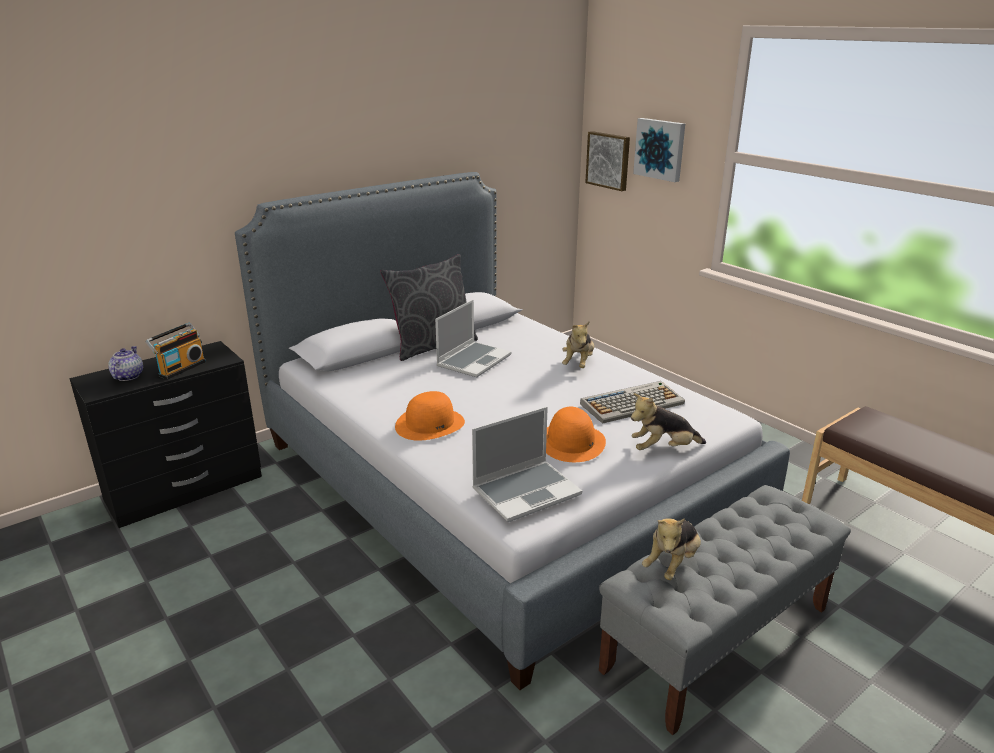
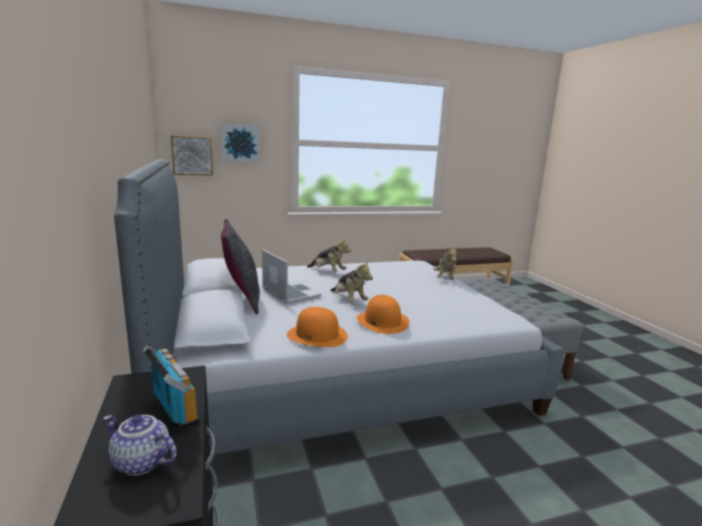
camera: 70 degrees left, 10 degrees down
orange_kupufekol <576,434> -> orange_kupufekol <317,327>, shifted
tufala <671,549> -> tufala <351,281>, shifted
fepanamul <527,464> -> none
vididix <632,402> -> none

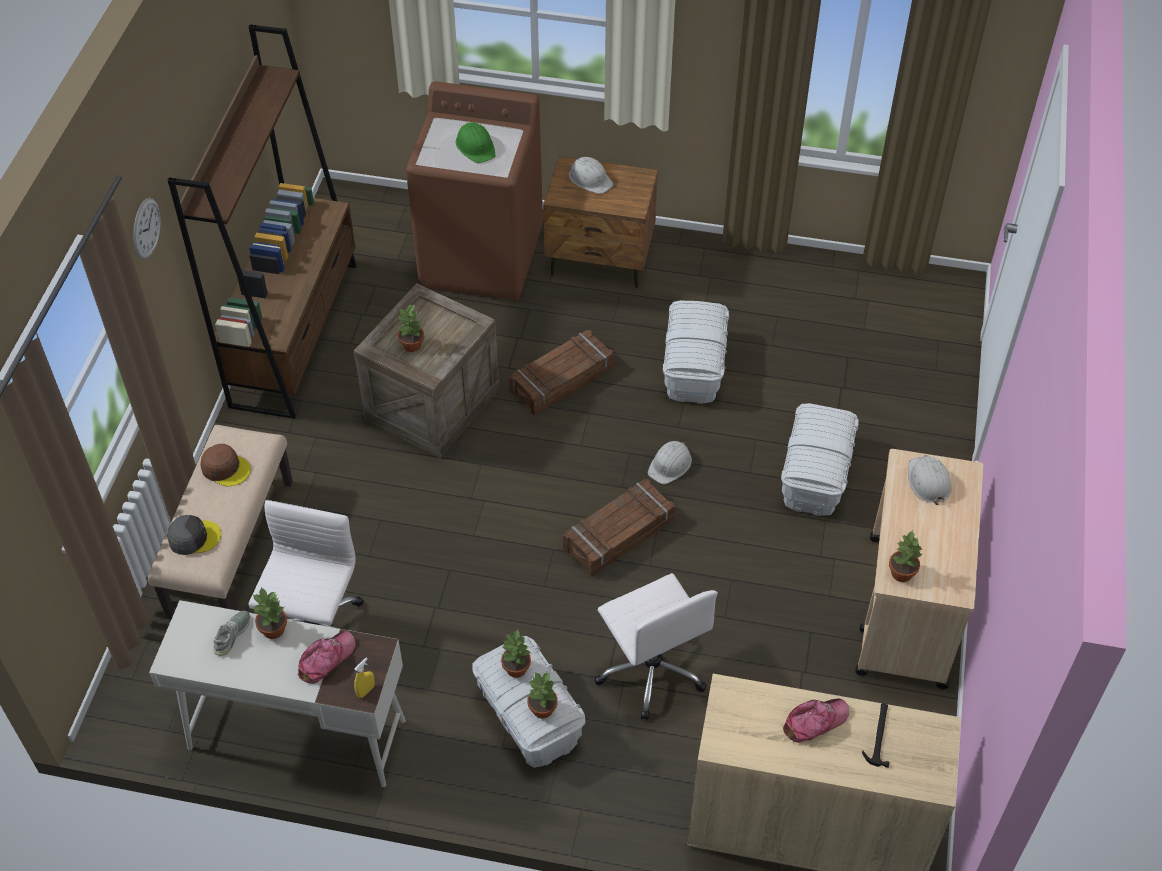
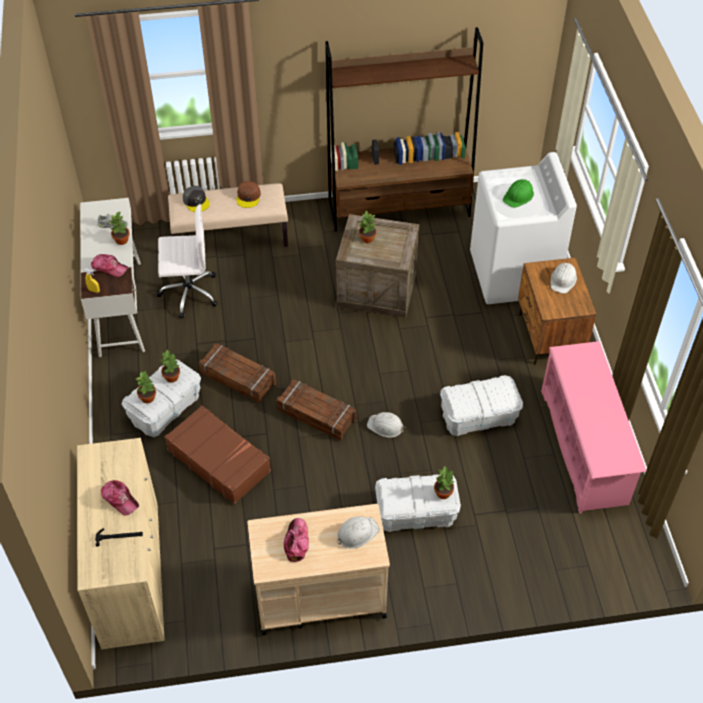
camera: 70 degrees right, 0 degrees up
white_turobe <656,646> -> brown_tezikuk <218,455>
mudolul <562,373> -> mudolul <237,373>, shifted
none -> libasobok <296,540>
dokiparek <906,555> -> dokiparek <444,483>, shifted
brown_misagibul <474,190> -> white_misagibul <523,228>
none -> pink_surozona <593,427>
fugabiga <147,228> -> none

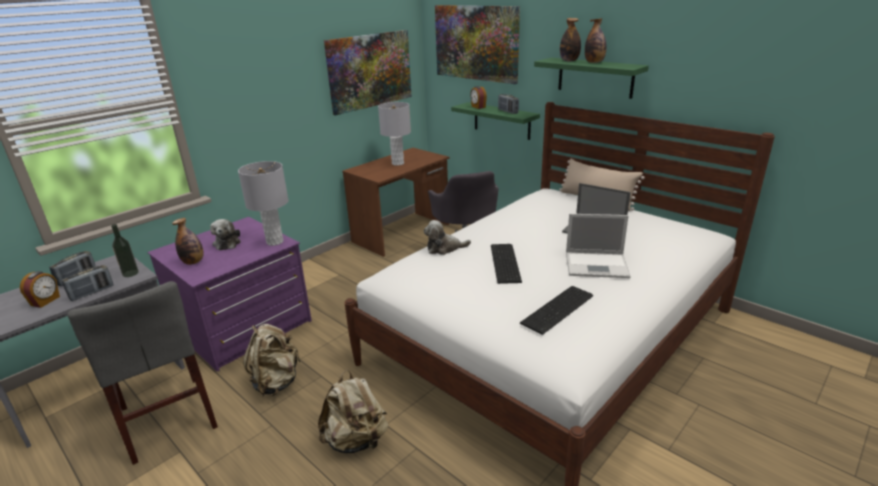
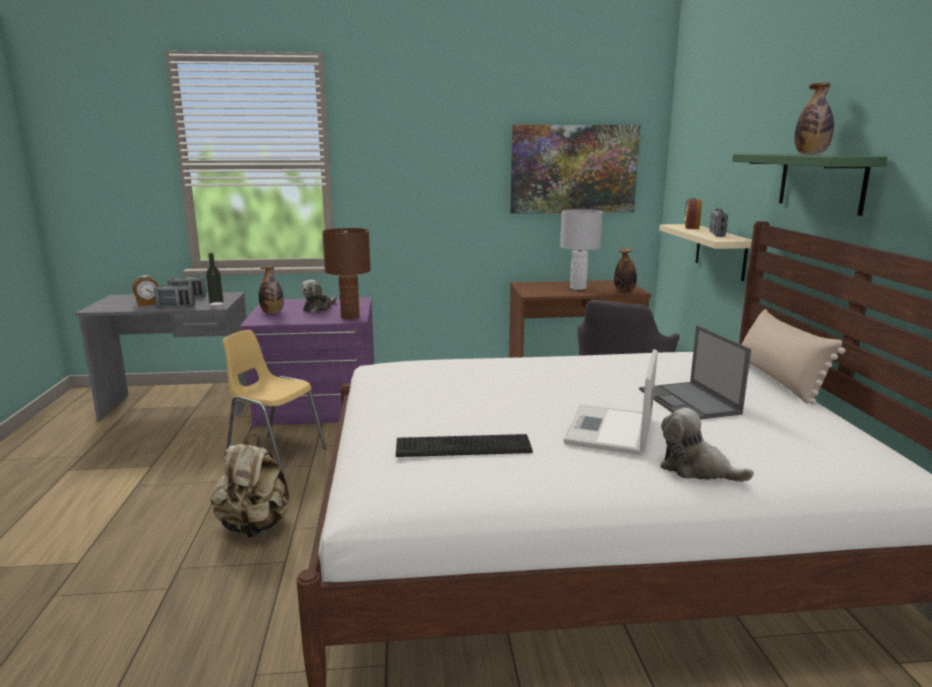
camera: 40 degrees right, 10 degrees down
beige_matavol <271,360> -> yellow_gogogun <275,402>
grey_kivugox <263,203> -> brown_kivugox <346,273>
fepanamul <598,246> -> fepanamul <611,402>, 60 degrees clockwise
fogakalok <570,40> -> fogakalok <625,270>, shifted
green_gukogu <495,121> -> beige_gukogu <705,252>
tufala <447,237> -> tufala <707,445>, shifted
grey_gogogun <142,373> -> none
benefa <477,44> -> none
vididix <506,264> -> none

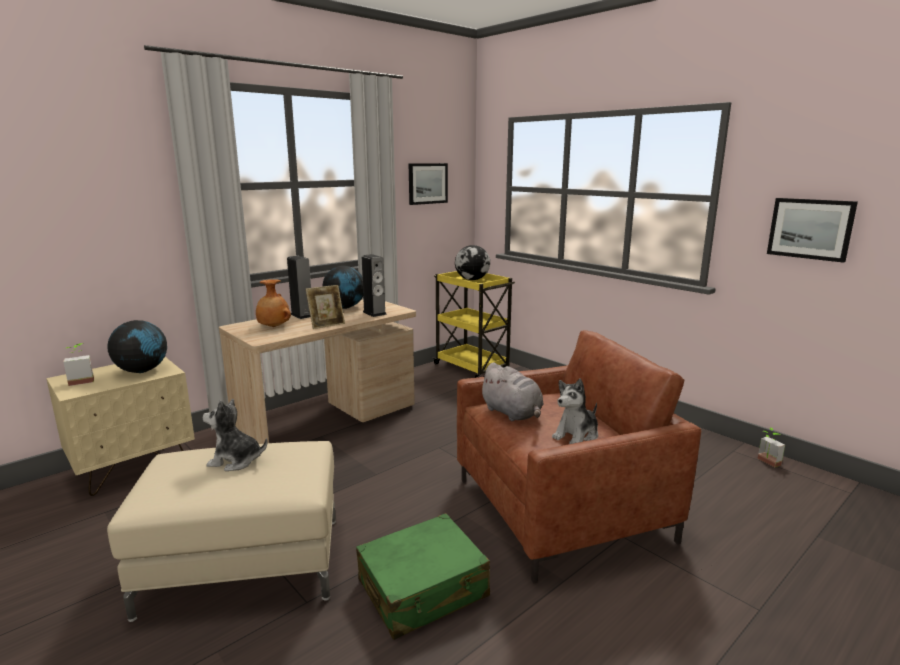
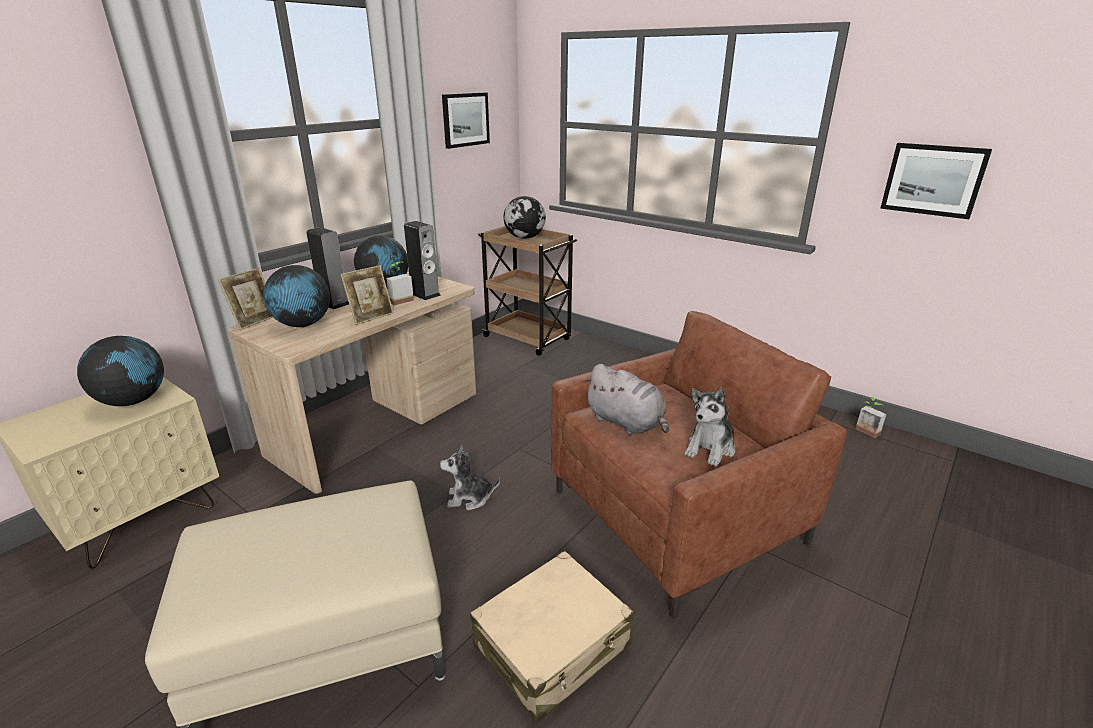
camera: 10 degrees left, 10 degrees up
none -> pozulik <246,299>
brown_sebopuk <273,303> -> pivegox <296,296>
dokiparek <79,364> -> dokiparek <400,283>, shifted
tufala <235,435> -> tufala <470,477>, shifted
green_tezikuk <423,576> -> beige_tezikuk <552,637>
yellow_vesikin <474,324> -> brown_vesikin <527,291>

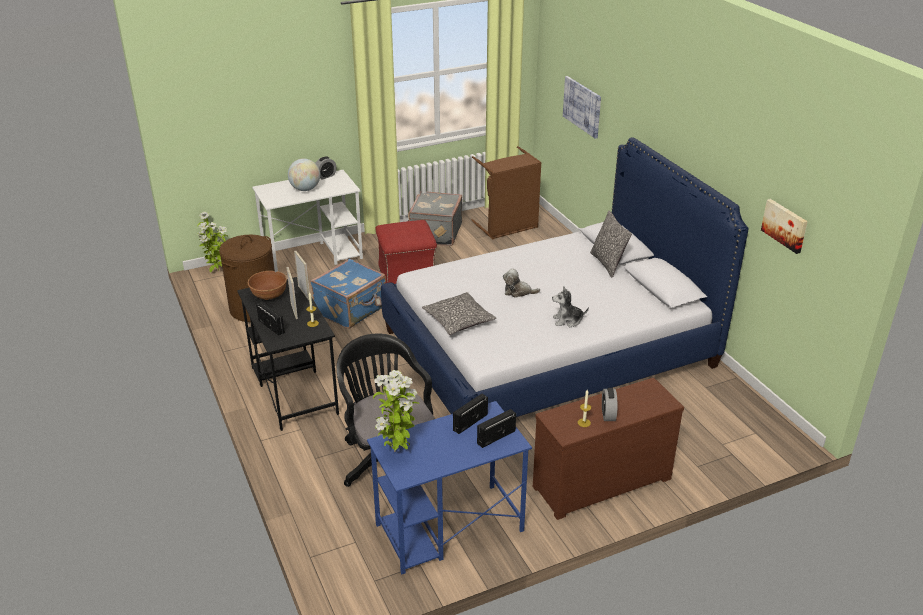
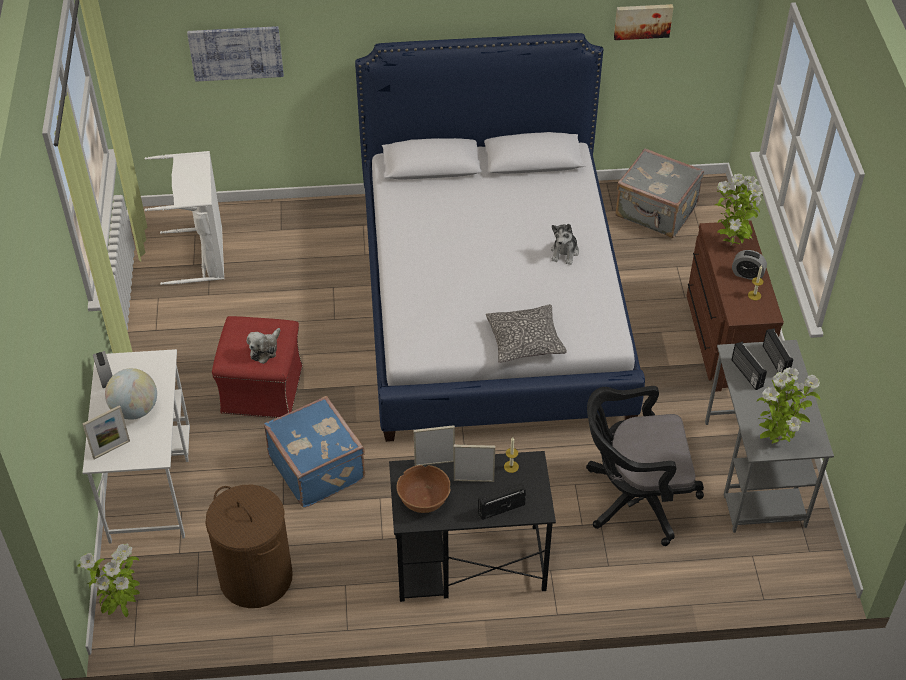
camera: 70 degrees left, 15 degrees up
none -> pozulik <106,432>
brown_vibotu <507,192> -> white_vibotu <184,218>
tufala <521,283> -> tufala <263,346>, shifted
grey_tezikuk <435,218> -> grey_tezikuk <660,193>, shifted
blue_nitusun <449,487> -> grey_nitusun <769,436>
none -> dokiparek <739,209>
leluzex <611,244> -> none

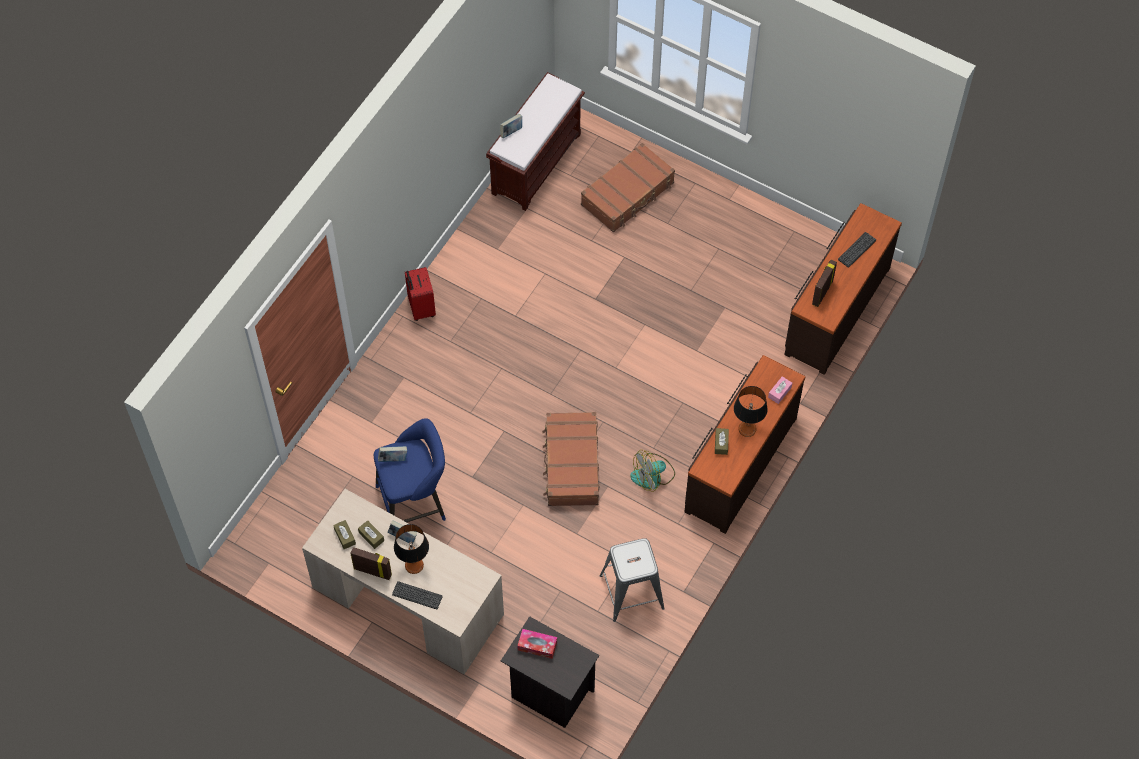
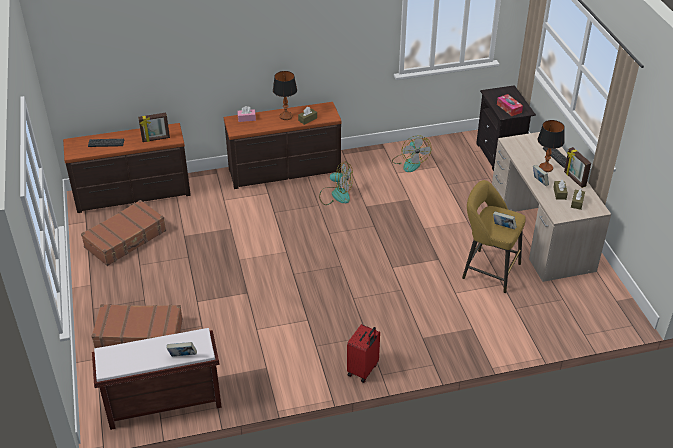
camera: 135 degrees left, 20 degrees down
brown_tezikuk <570,459> -> brown_tezikuk <123,233>, shifted
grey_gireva <632,580> -> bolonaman <412,153>
blue_gireva <410,470> -> yellow_gireva <494,236>

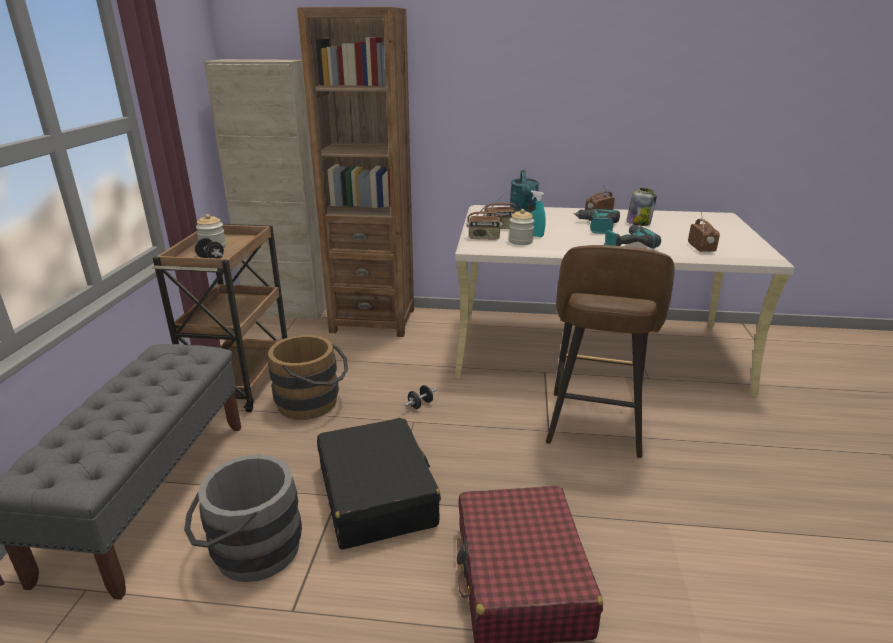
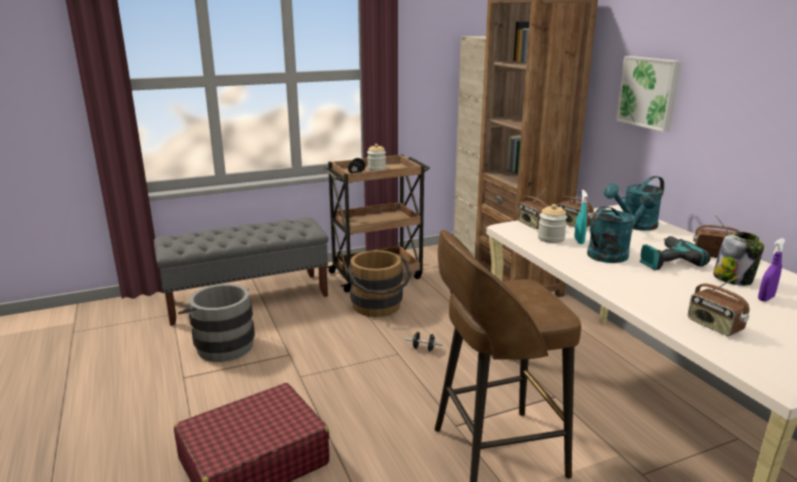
camera: 60 degrees right, 5 degrees down
none -> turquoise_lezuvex <621,228>
none -> benefa <648,94>
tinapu <704,231> -> tinapu <719,306>, 90 degrees clockwise
none -> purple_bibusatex <771,270>
black_tezikuk <379,484> -> none
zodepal <632,237> -> none

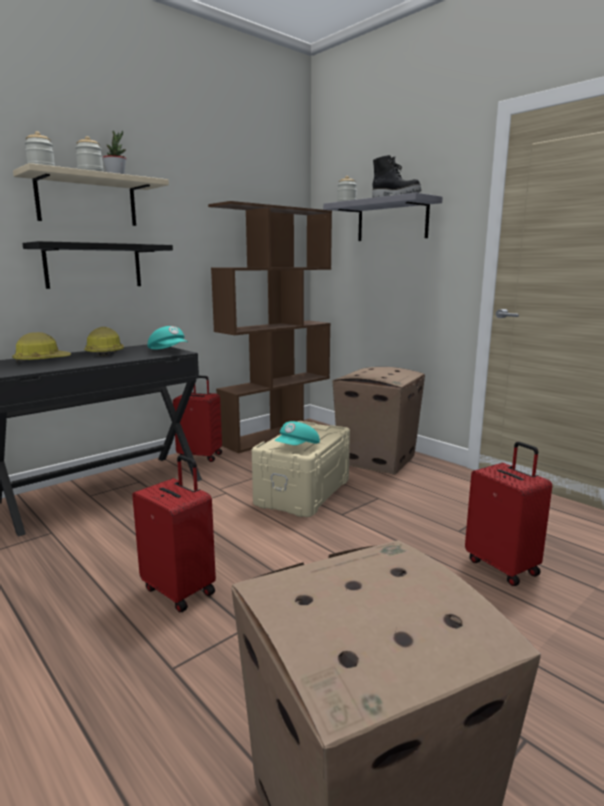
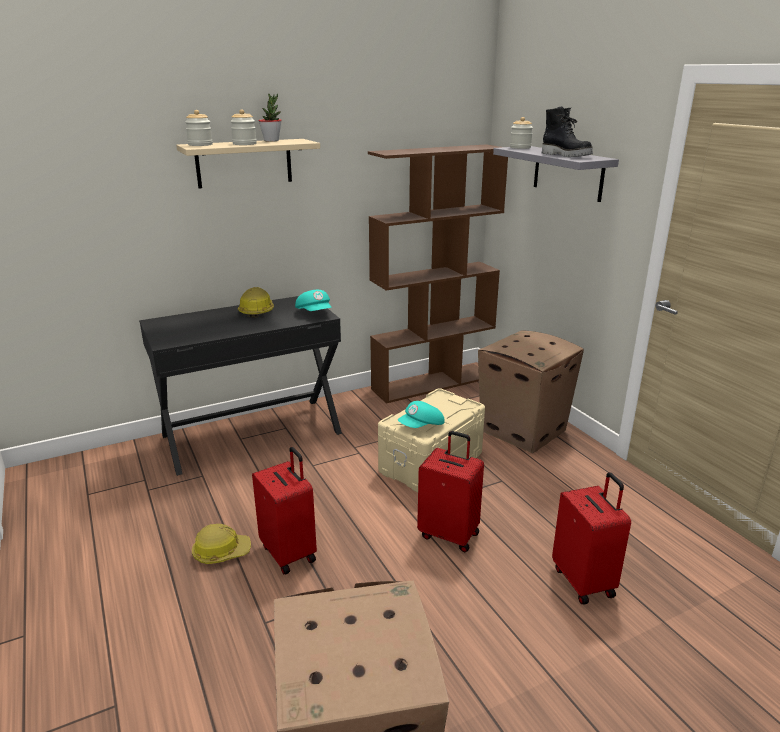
camera: 15 degrees right, 10 degrees up
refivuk <41,347> -> refivuk <221,544>, shifted
red_tezikuk <197,419> -> red_tezikuk <450,491>, shifted
black_gukogu <97,265> -> none

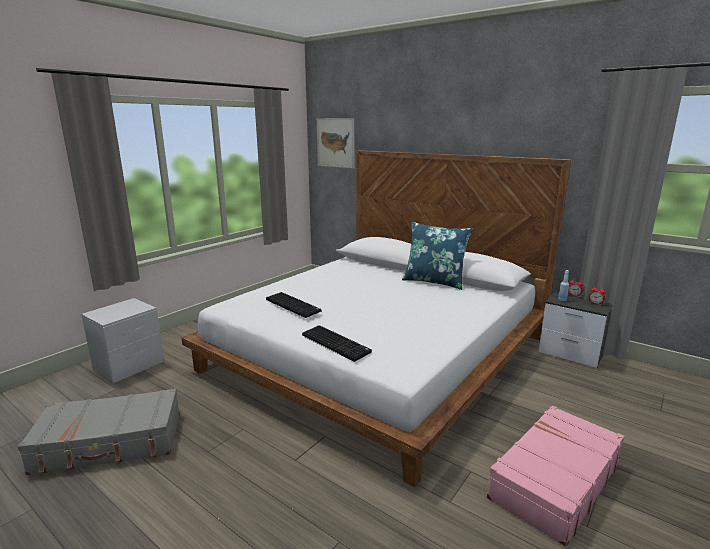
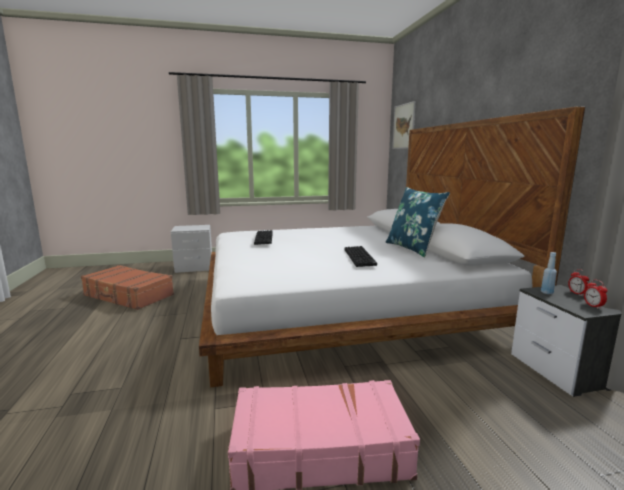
camera: 40 degrees right, 5 degrees down
grey_tezikuk <99,431> -> brown_tezikuk <127,287>
vididix <337,343> -> vididix <360,256>, shifted

